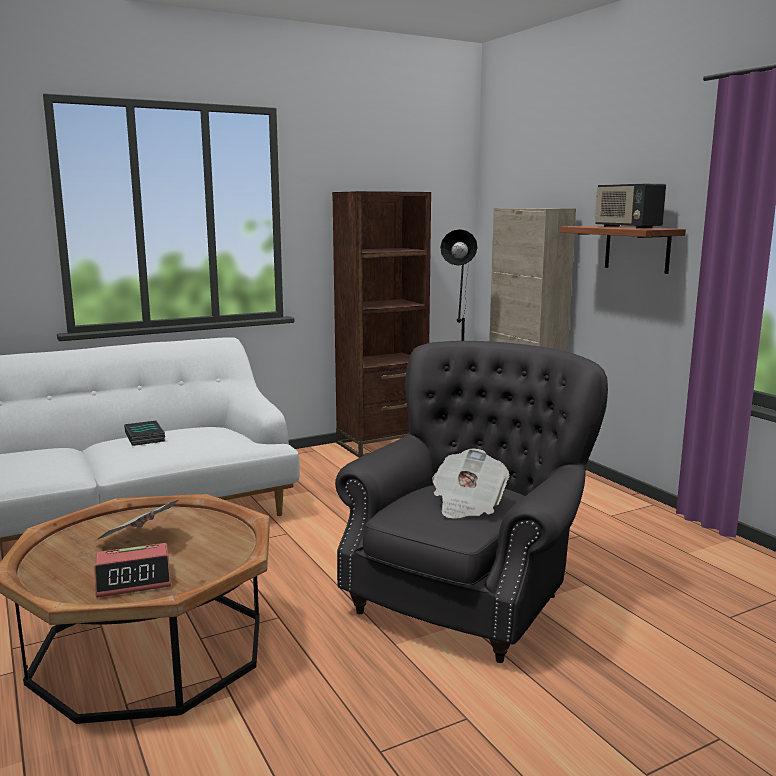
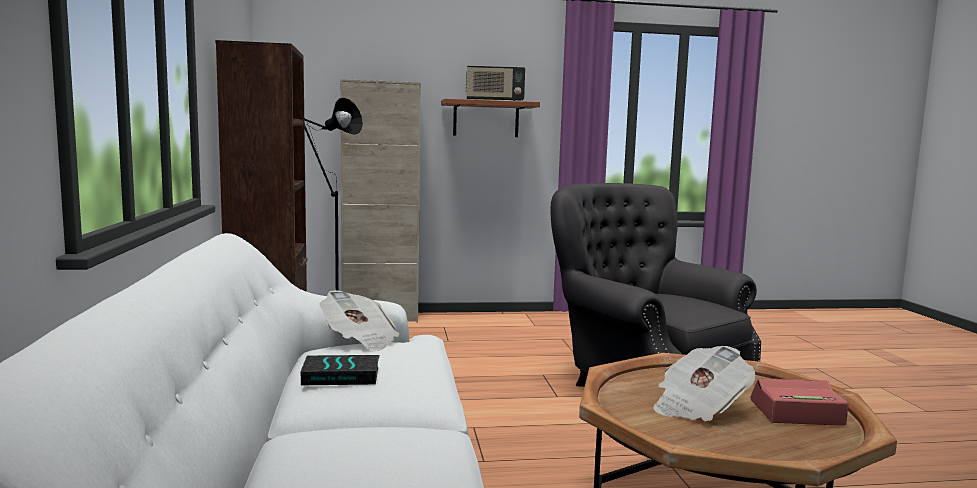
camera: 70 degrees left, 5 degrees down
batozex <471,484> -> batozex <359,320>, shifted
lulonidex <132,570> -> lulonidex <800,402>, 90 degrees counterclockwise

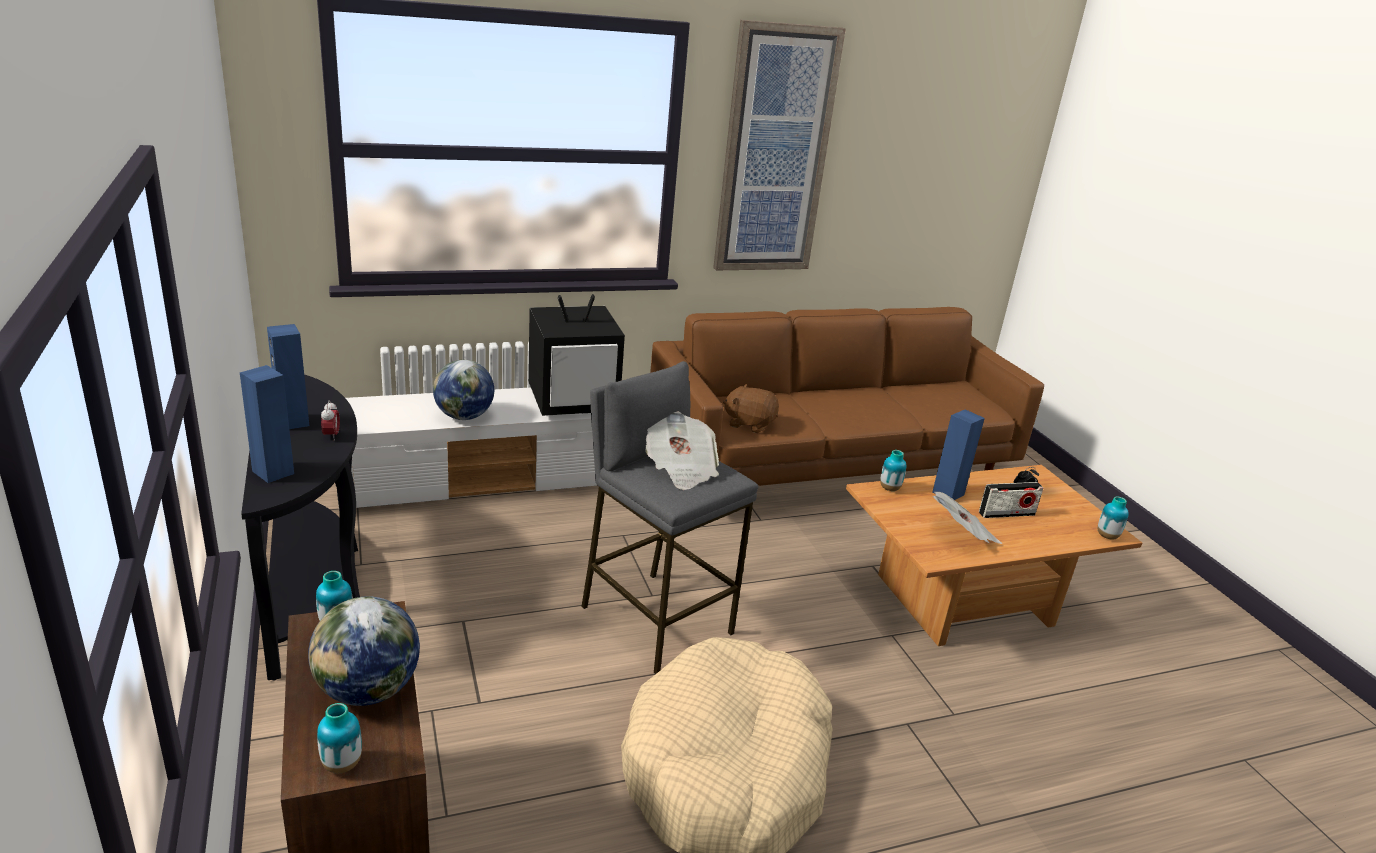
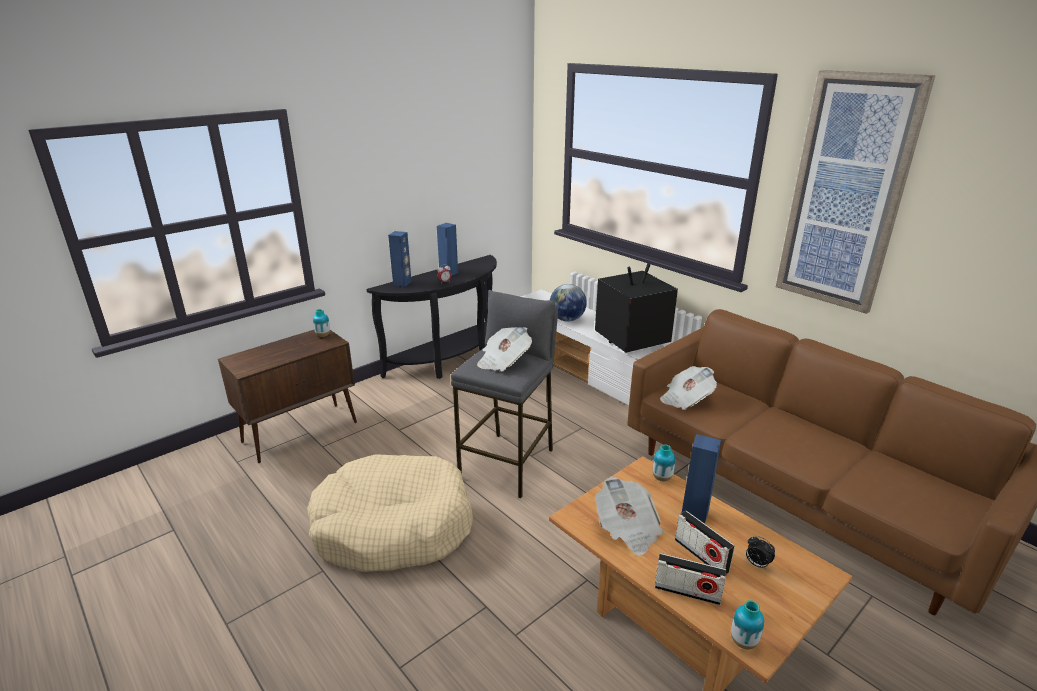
camera: 70 degrees right, 0 degrees up
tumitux <576,355> -> tumitux <636,308>, 105 degrees clockwise
none -> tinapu <690,579>
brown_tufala <751,408> -> batozex <688,388>
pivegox <364,651> -> none
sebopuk <339,738> -> none

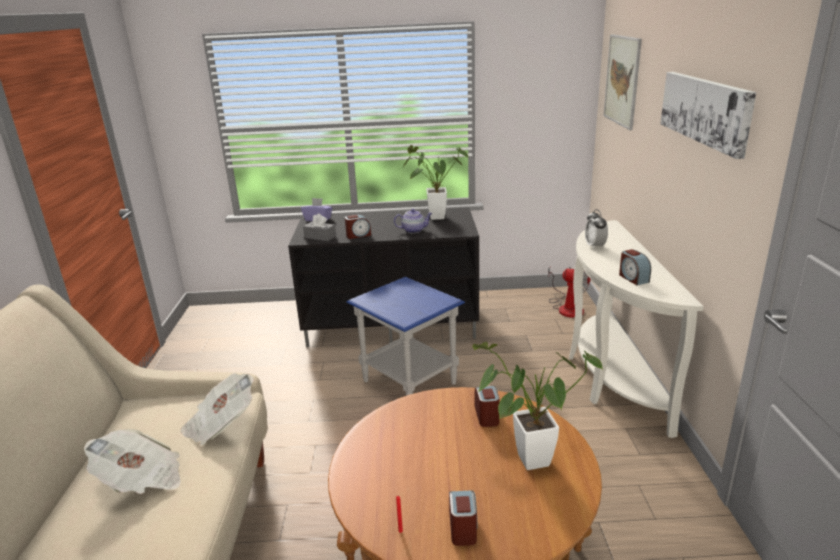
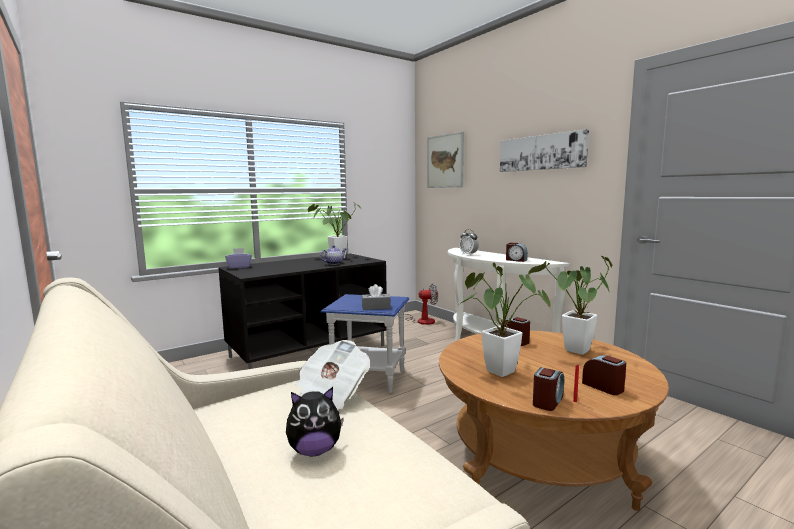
camera: 35 degrees left, 15 degrees down
batozex <132,461> -> tufala <315,422>
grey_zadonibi <319,227> -> grey_zadonibi <376,297>, shifted
none -> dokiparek <505,320>
lulonidex <358,227> -> lulonidex <548,389>, shifted

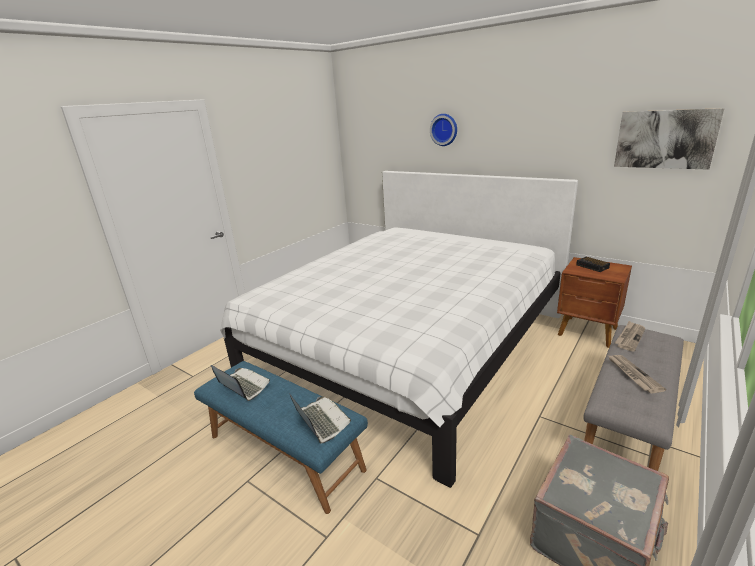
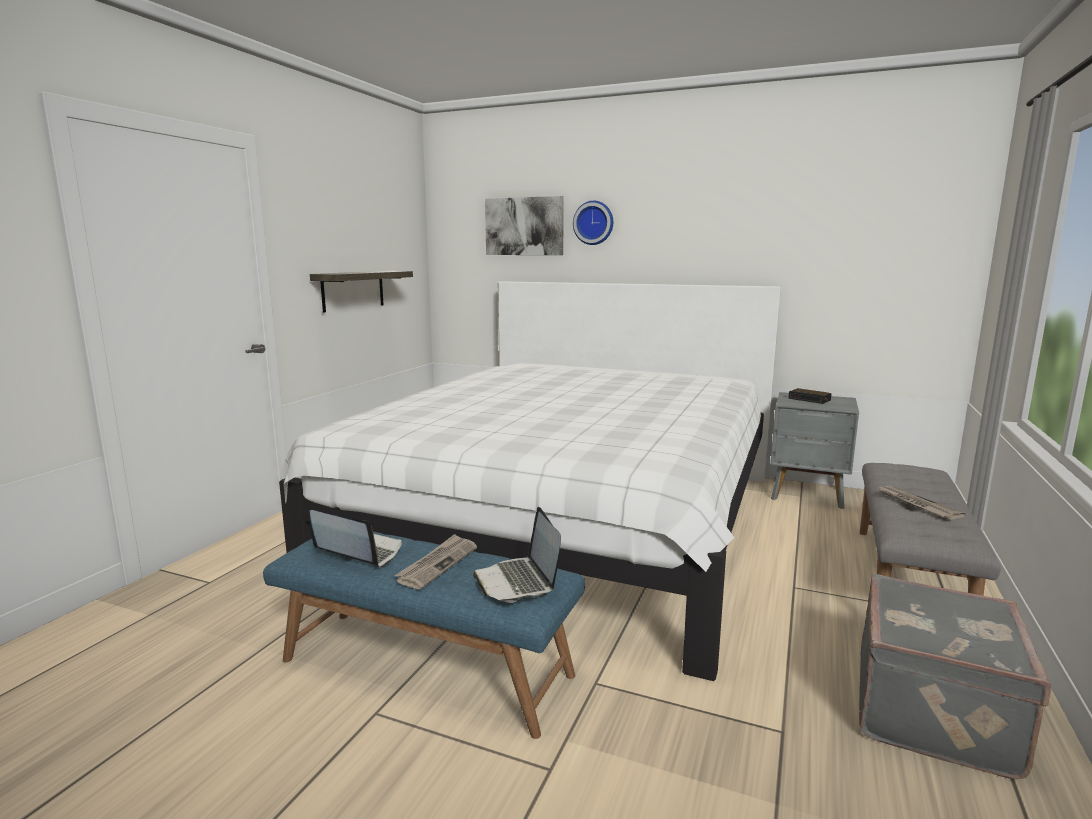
camera: 15 degrees left, 10 degrees down
none -> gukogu <361,292>
batozex <630,336> -> batozex <435,561>, shifted
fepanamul <320,418> -> fepanamul <517,555>, 150 degrees counterclockwise
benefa <669,139> -> benefa <524,225>, shifted
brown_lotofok <594,302> -> grey_lotofok <814,450>

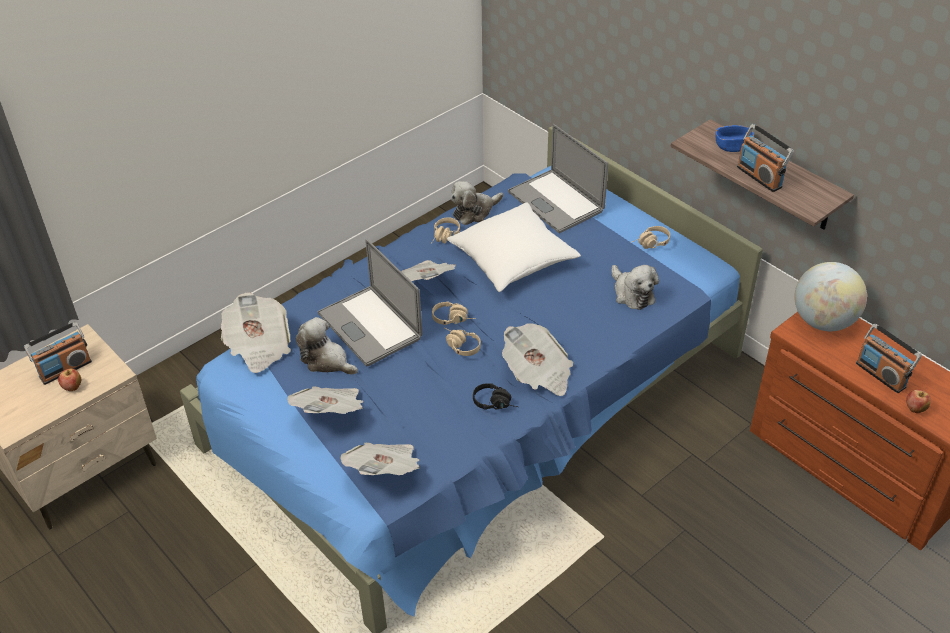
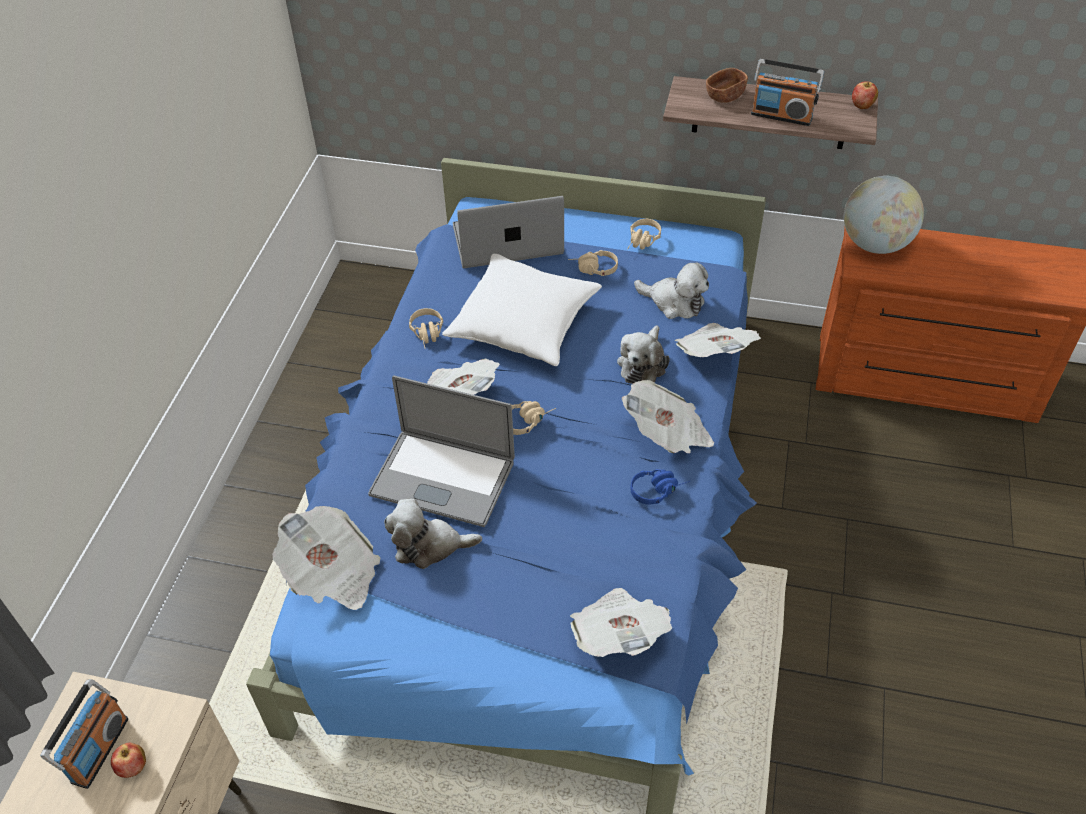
camera: 35 degrees left, 5 degrees up
fepanamul <558,178> -> fepanamul <508,232>, 150 degrees clockwise
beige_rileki <463,342> -> beige_rileki <593,263>, shifted
tufala <477,203> -> tufala <643,354>, shifted
black_rileki <496,396> -> blue_rileki <660,487>
batozex <325,400> -> batozex <718,340>, shifted
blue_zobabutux <734,138> -> brown_zobabutux <727,85>
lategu <918,401> -> lategu <865,95>, shifted
tinapu <889,358> -> none

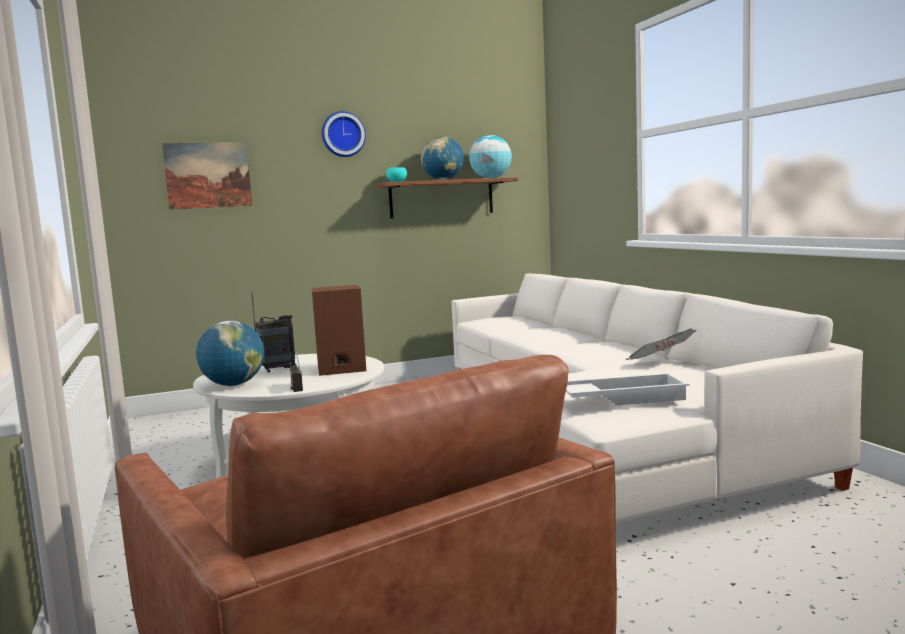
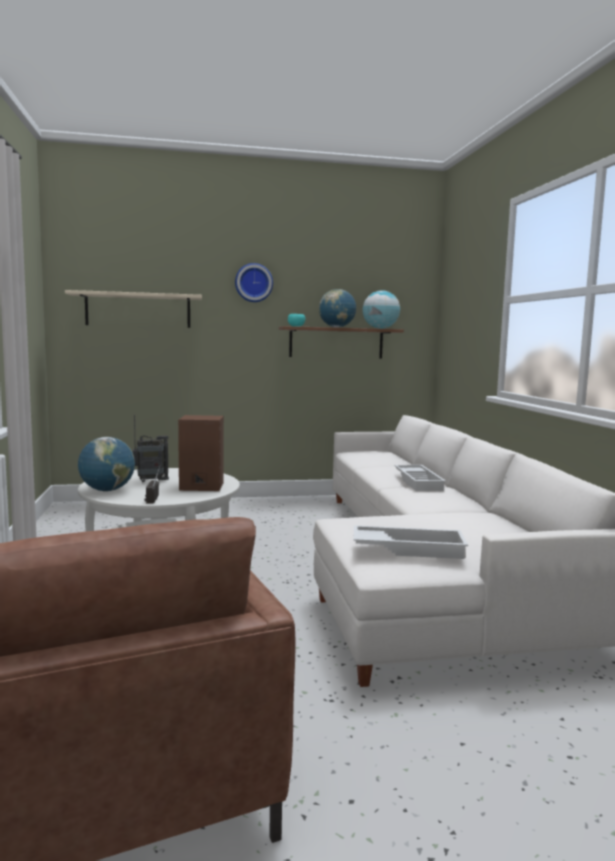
camera: 10 degrees right, 0 degrees up
benefa <207,176> -> beige_gukogu <133,309>
none -> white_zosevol <420,478>
batozex <660,344> -> none

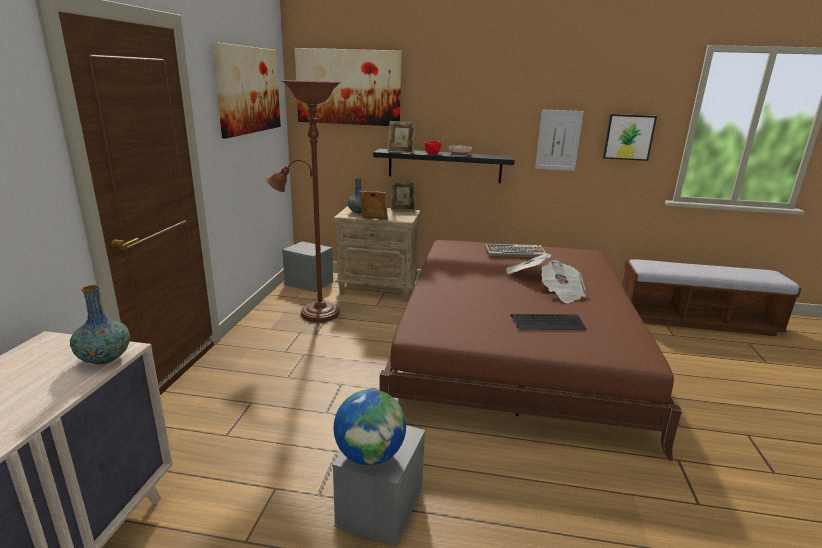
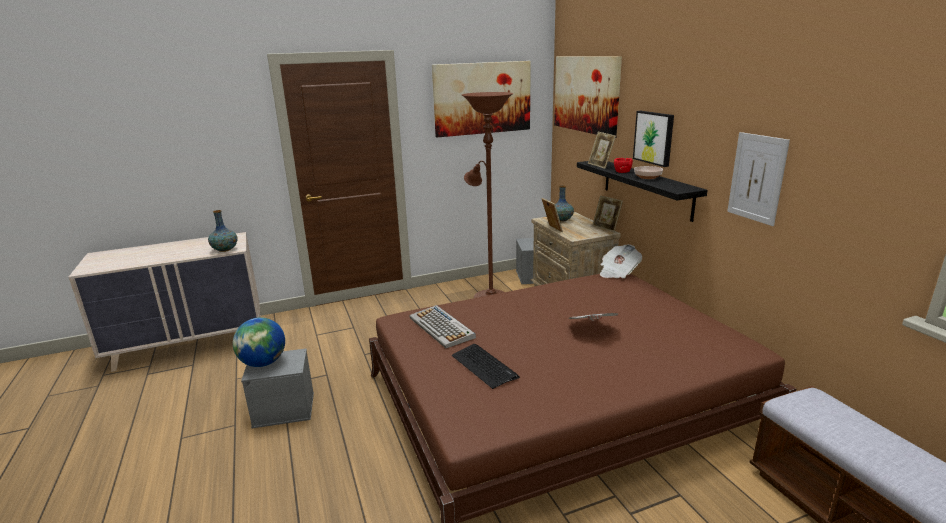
camera: 60 degrees right, 0 degrees up
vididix <515,250> -> vididix <443,326>, shifted
batozex <563,281> -> batozex <621,261>, shifted
benefa <630,137> -> benefa <653,139>, shifted

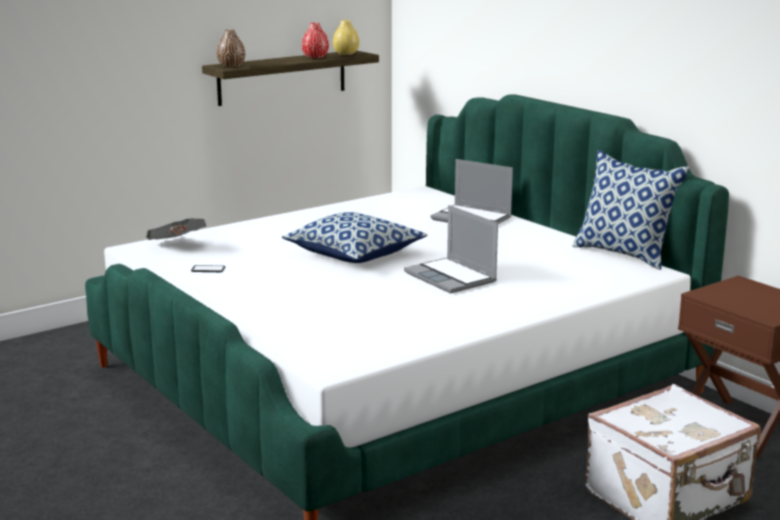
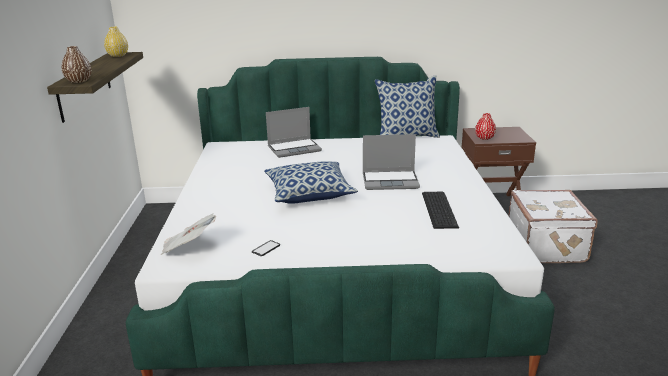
camera: 55 degrees left, 5 degrees up
none -> vididix <440,210>
red_sebopuk <315,41> -> red_sebopuk <485,126>, shifted

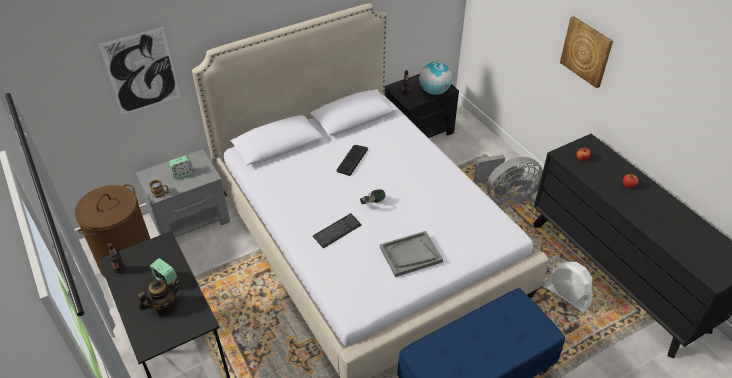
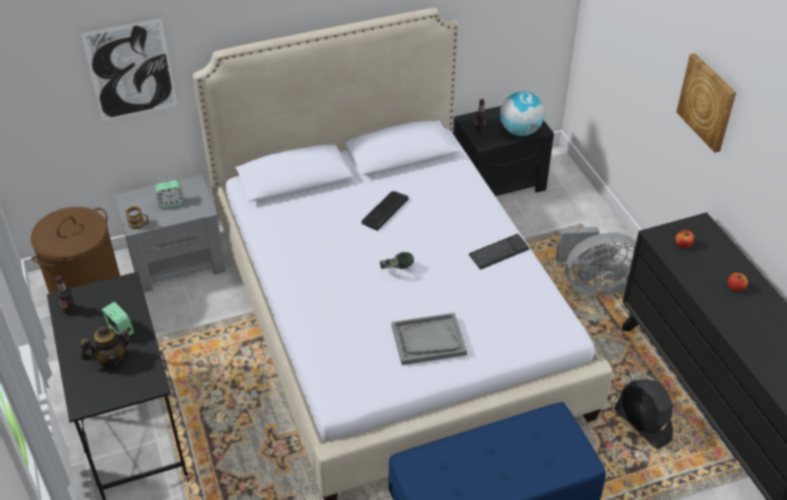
camera: 10 degrees right, 0 degrees up
vididix <337,230> -> vididix <499,252>, shifted
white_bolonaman <568,287> -> black_bolonaman <643,414>

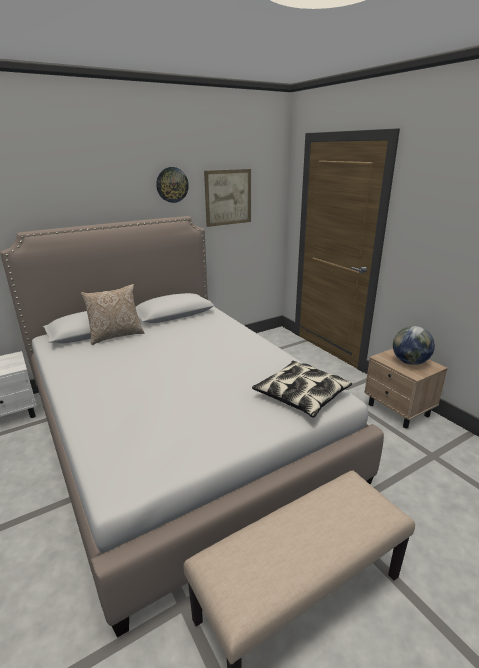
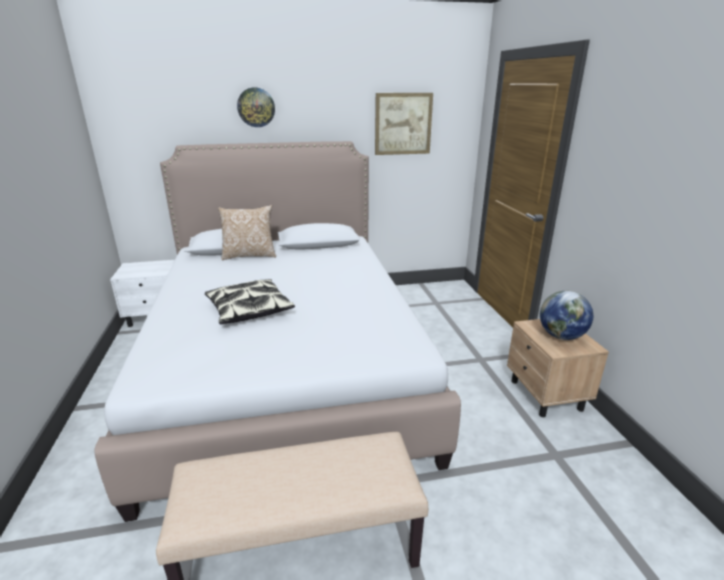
camera: 20 degrees right, 0 degrees up
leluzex <302,389> -> leluzex <250,301>, shifted
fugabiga <172,185> -> fugabiga <256,107>, shifted

